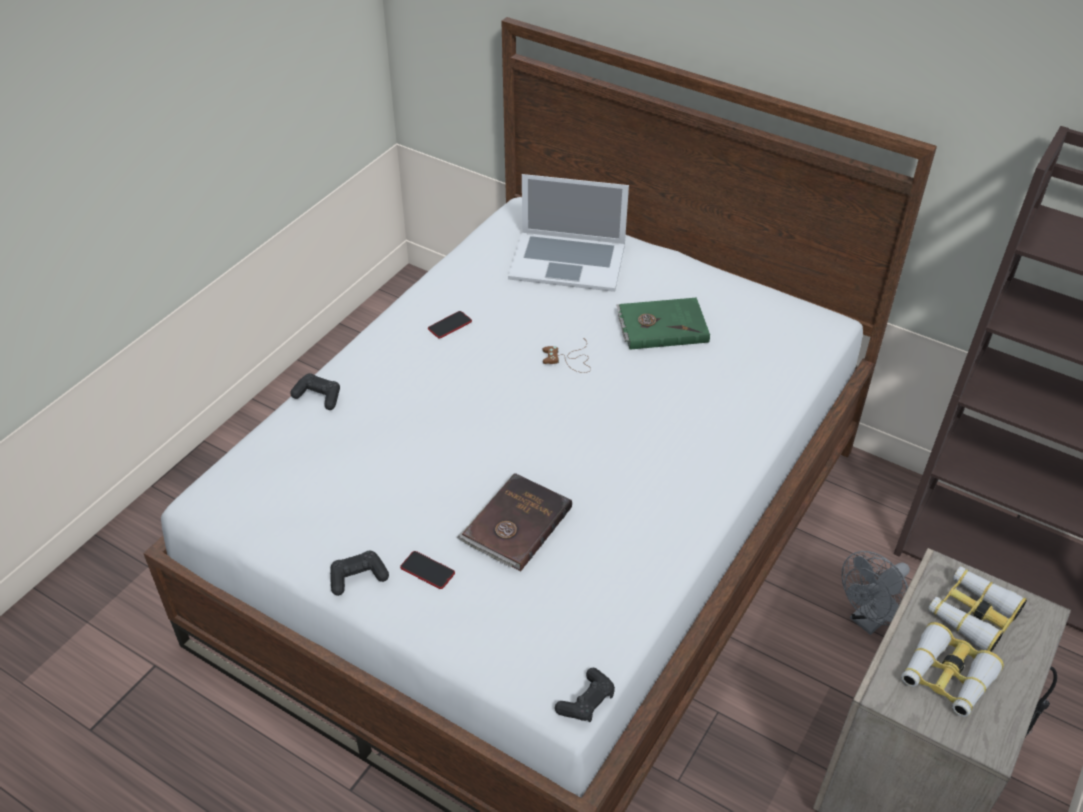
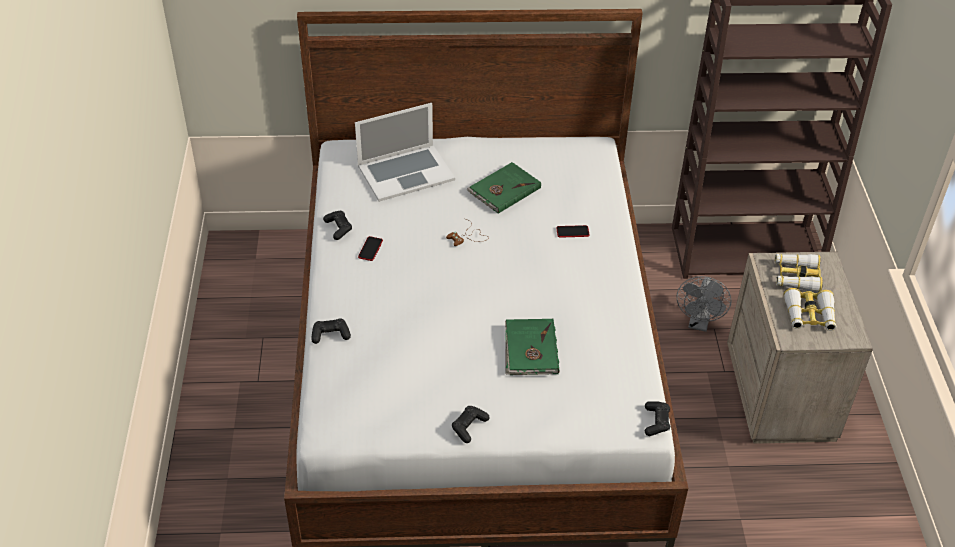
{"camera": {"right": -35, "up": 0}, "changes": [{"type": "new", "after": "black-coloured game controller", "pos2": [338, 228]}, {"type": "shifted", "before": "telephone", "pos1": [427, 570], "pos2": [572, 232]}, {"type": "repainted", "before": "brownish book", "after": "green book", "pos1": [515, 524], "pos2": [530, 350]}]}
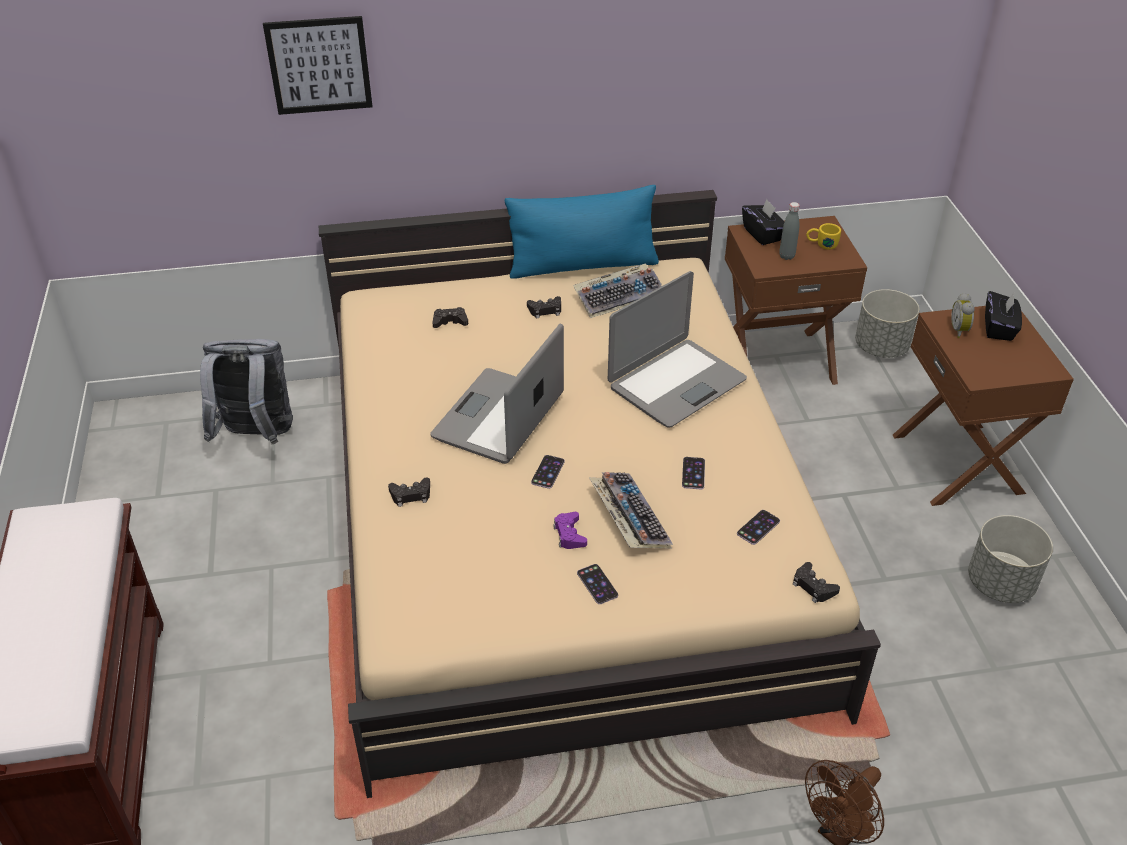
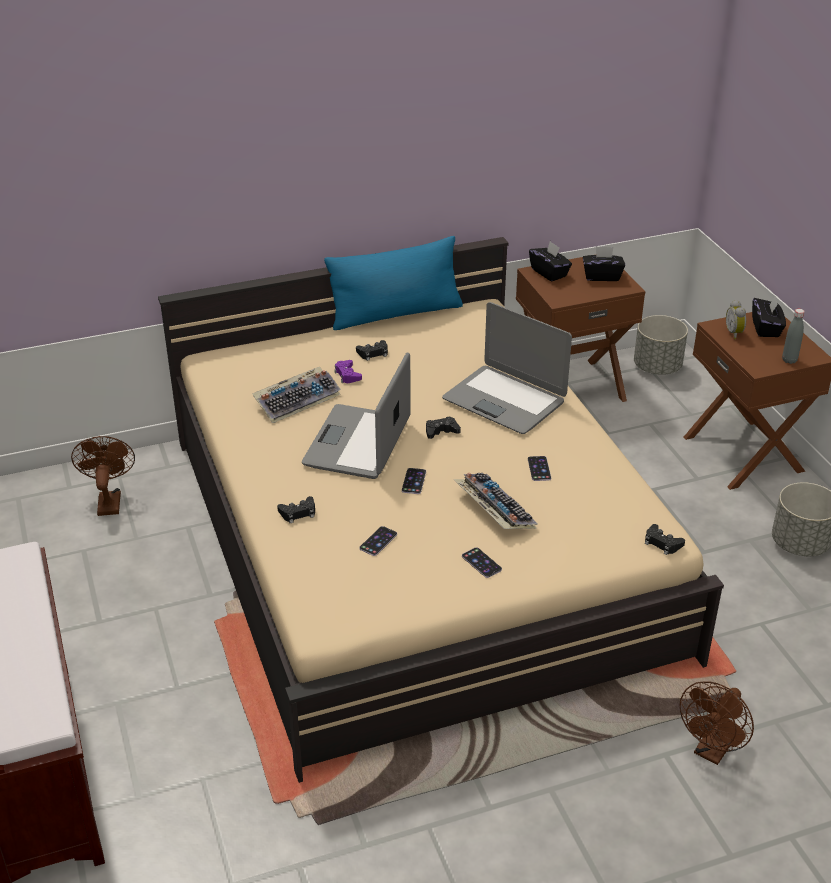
{"camera": {"right": -10, "up": -5}, "changes": [{"type": "gone", "before": "wall picture", "pos1": [319, 65]}, {"type": "shifted", "before": "black-coloured game controller", "pos1": [450, 322], "pos2": [441, 431]}, {"type": "shifted", "before": "purple-coloured game controller", "pos1": [569, 534], "pos2": [347, 375]}, {"type": "shifted", "before": "PC keyboard", "pos1": [619, 296], "pos2": [297, 400]}, {"type": "shifted", "before": "telephone", "pos1": [758, 527], "pos2": [378, 541]}, {"type": "shifted", "before": "gray beverage bottle", "pos1": [786, 256], "pos2": [789, 360]}, {"type": "swapped", "before": "gray backpack", "after": "brownish electric fan", "pos1": [256, 436], "pos2": [109, 500]}, {"type": "swapped", "before": "yellow mug", "after": "black-coloured box of tissues", "pos1": [821, 244], "pos2": [602, 276]}, {"type": "rotated", "before": "notebook computer", "pos1": [676, 383], "pos2": [504, 400], "turn": 90}]}
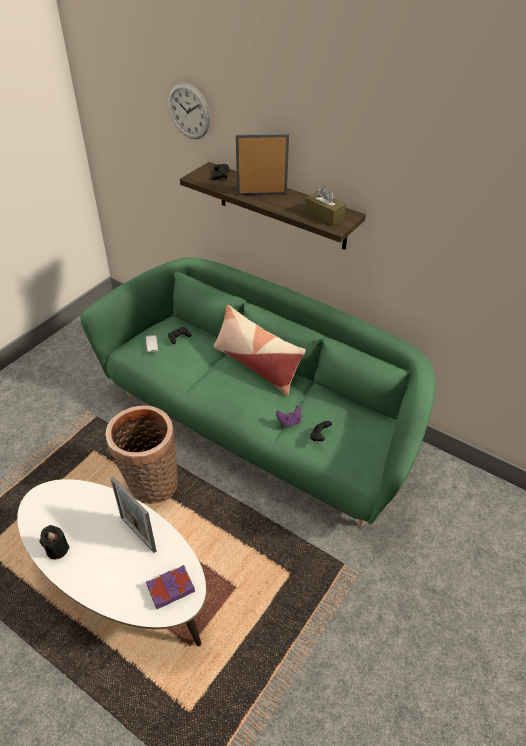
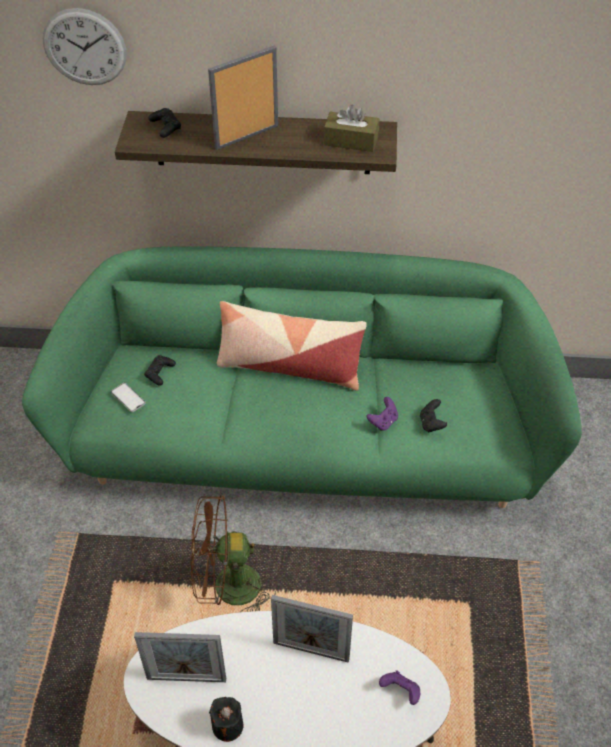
{"camera": {"right": -30, "up": 5}, "changes": [{"type": "new", "after": "standing frame", "pos2": [186, 679]}, {"type": "swapped", "before": "storage basket", "after": "brownish electric fan", "pos1": [150, 486], "pos2": [226, 588]}, {"type": "swapped", "before": "purple-coloured book", "after": "purple-coloured game controller", "pos1": [170, 588], "pos2": [400, 692]}]}
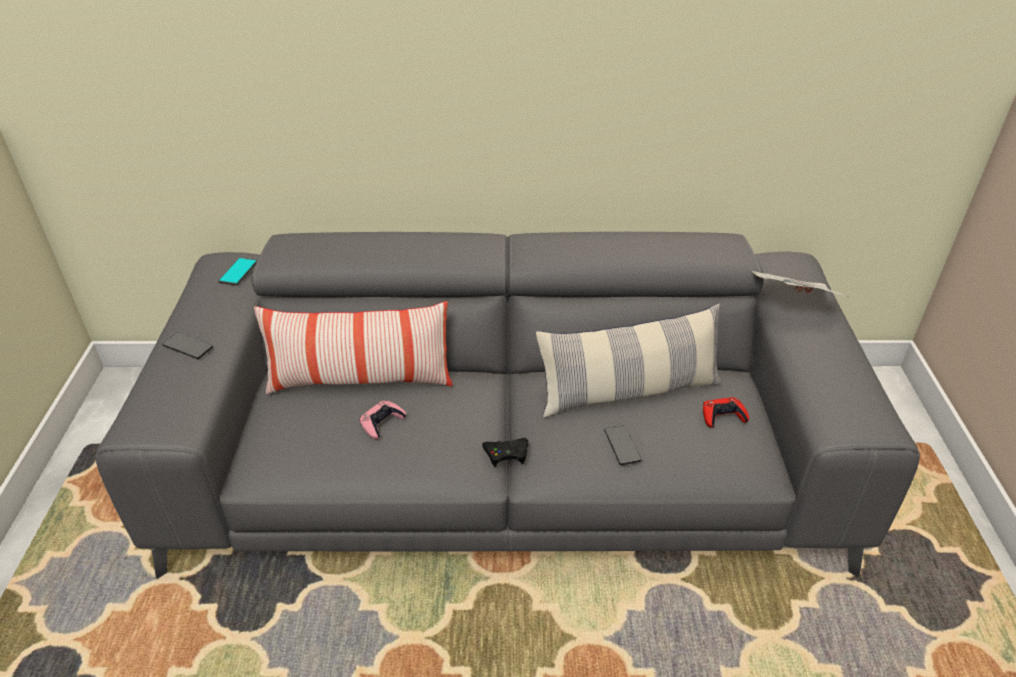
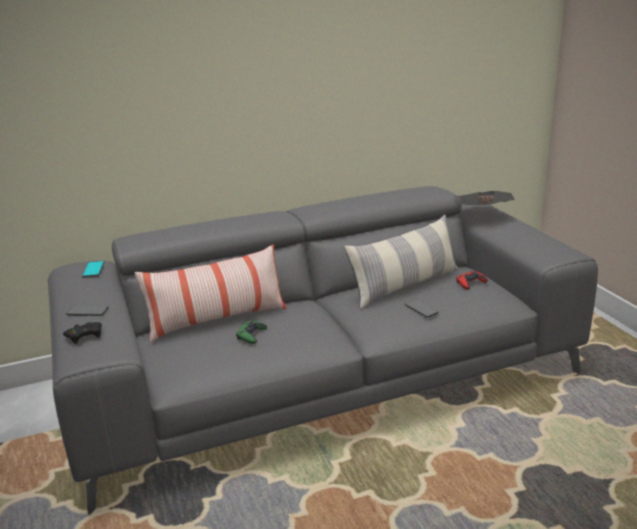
{"camera": {"right": -20, "up": -15}, "changes": [{"type": "shifted", "before": "black-coloured game controller", "pos1": [506, 454], "pos2": [85, 336]}, {"type": "repainted", "before": "pink-coloured game controller", "after": "green game controller", "pos1": [382, 422], "pos2": [251, 335]}]}
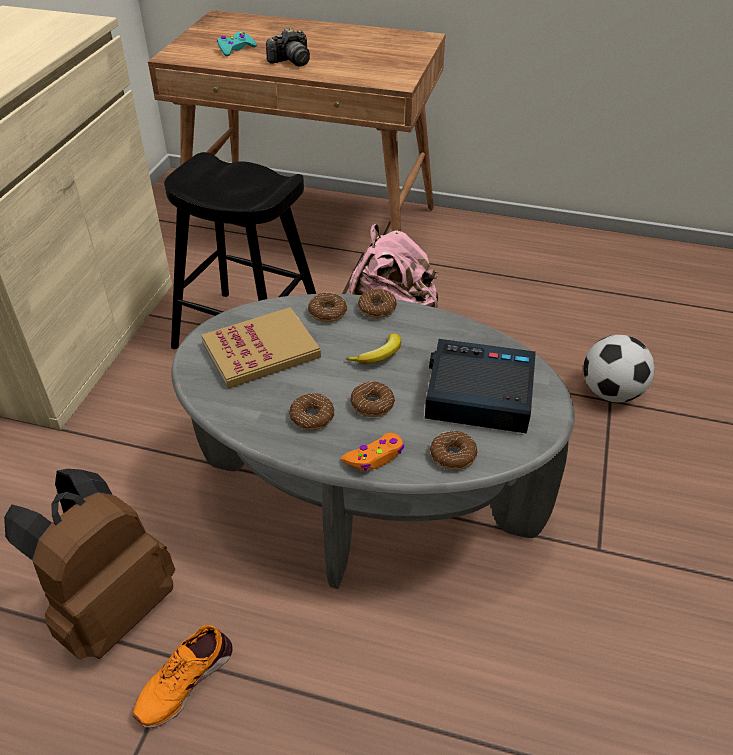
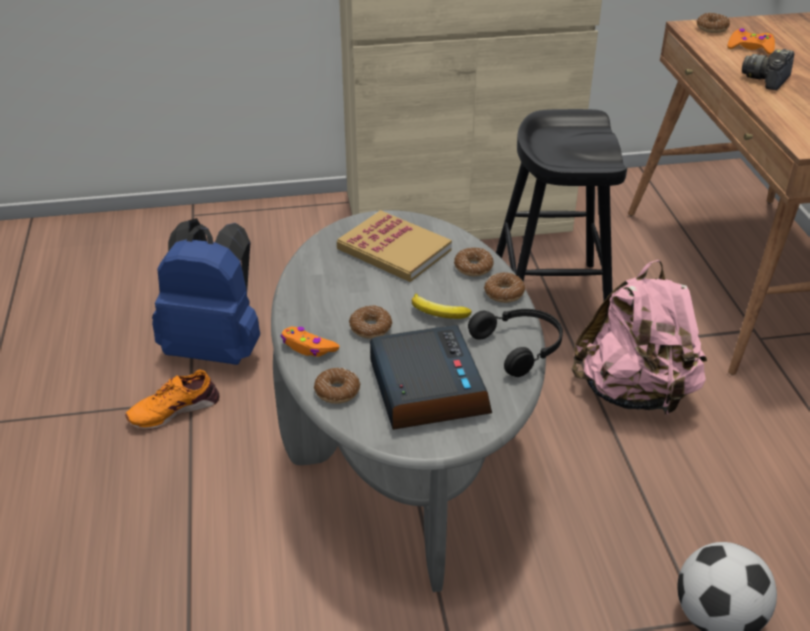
{"camera": {"right": 65, "up": -5}, "changes": [{"type": "new", "after": "black-coloured headset", "pos2": [521, 346]}, {"type": "shifted", "before": "ring doughnut", "pos1": [312, 417], "pos2": [712, 28]}, {"type": "repainted", "before": "brownish backpack", "after": "blue backpack", "pos1": [111, 607], "pos2": [216, 348]}, {"type": "repainted", "before": "turquoise-coloured game controller", "after": "orange game controller", "pos1": [236, 49], "pos2": [750, 48]}, {"type": "rotated", "before": "orange low shoe", "pos1": [184, 680], "pos2": [174, 410], "turn": -45}, {"type": "rotated", "before": "still camera", "pos1": [291, 61], "pos2": [767, 79], "turn": 90}]}
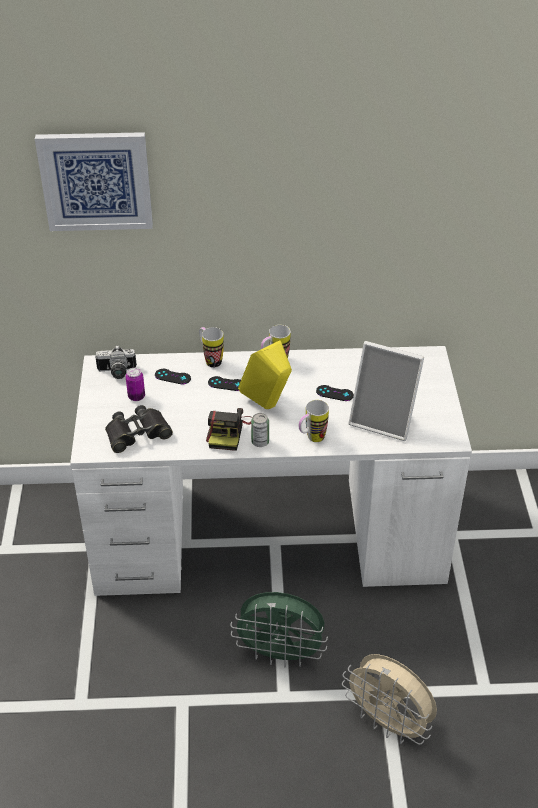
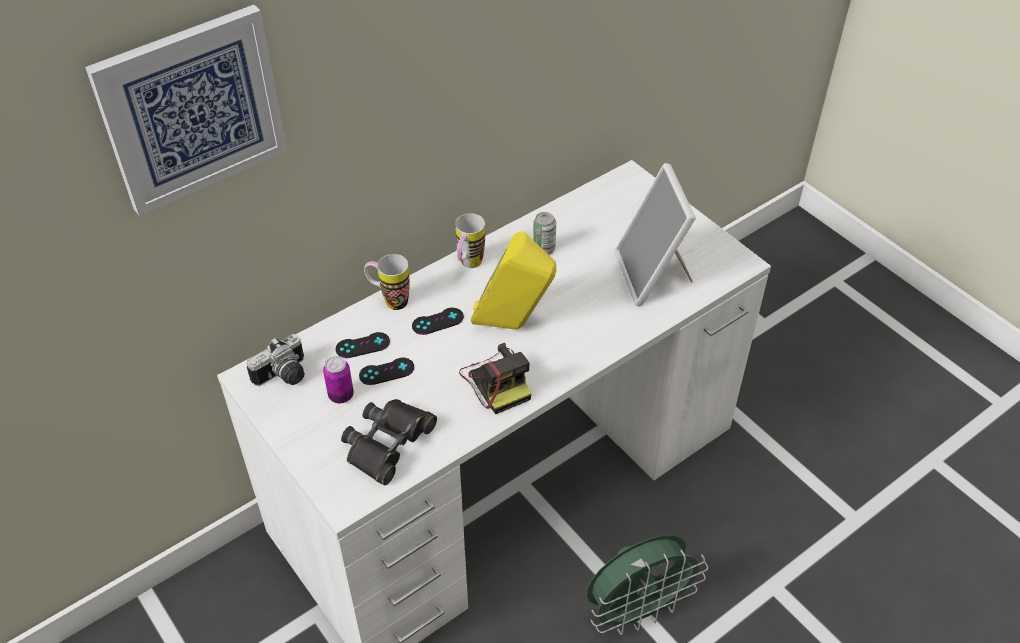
{"camera": {"right": -35, "up": 5}, "changes": [{"type": "gone", "before": "mug", "pos1": [311, 439]}, {"type": "gone", "before": "beige-coloured electric fan", "pos1": [389, 723]}, {"type": "shifted", "before": "can", "pos1": [260, 442], "pos2": [544, 249]}, {"type": "shifted", "before": "black-coloured game controller", "pos1": [334, 393], "pos2": [386, 371]}, {"type": "rotated", "before": "standing frame", "pos1": [384, 420], "pos2": [653, 276], "turn": 90}]}
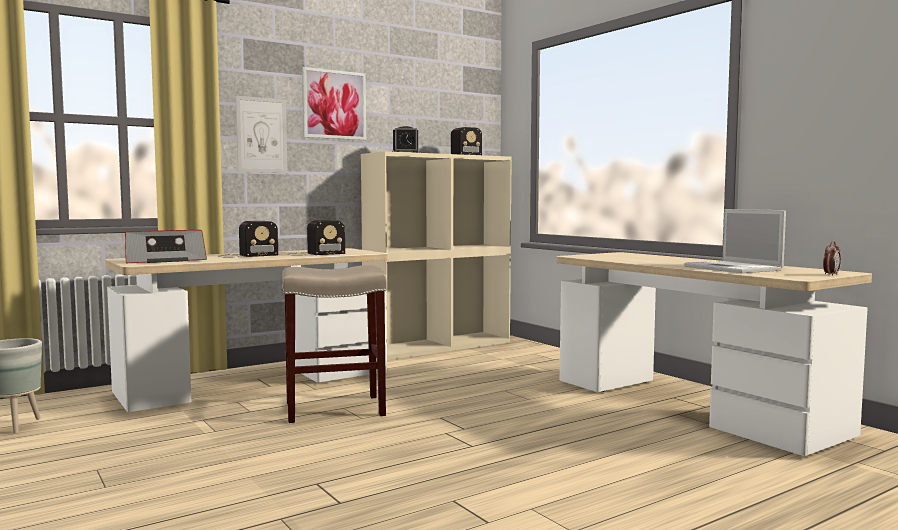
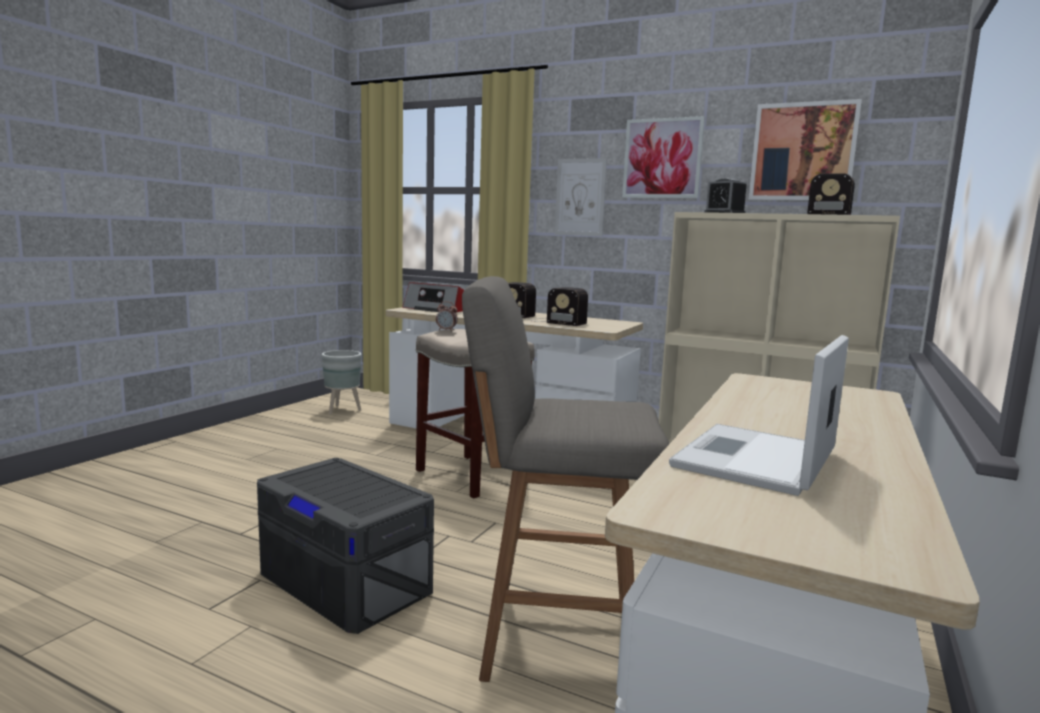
{"camera": {"right": 60, "up": 5}, "changes": [{"type": "new", "after": "gray storage box", "pos2": [345, 581]}, {"type": "new", "after": "gray stool seat", "pos2": [553, 636]}, {"type": "new", "after": "wall picture", "pos2": [803, 152]}, {"type": "shifted", "before": "alarm clock", "pos1": [831, 274], "pos2": [446, 330]}]}
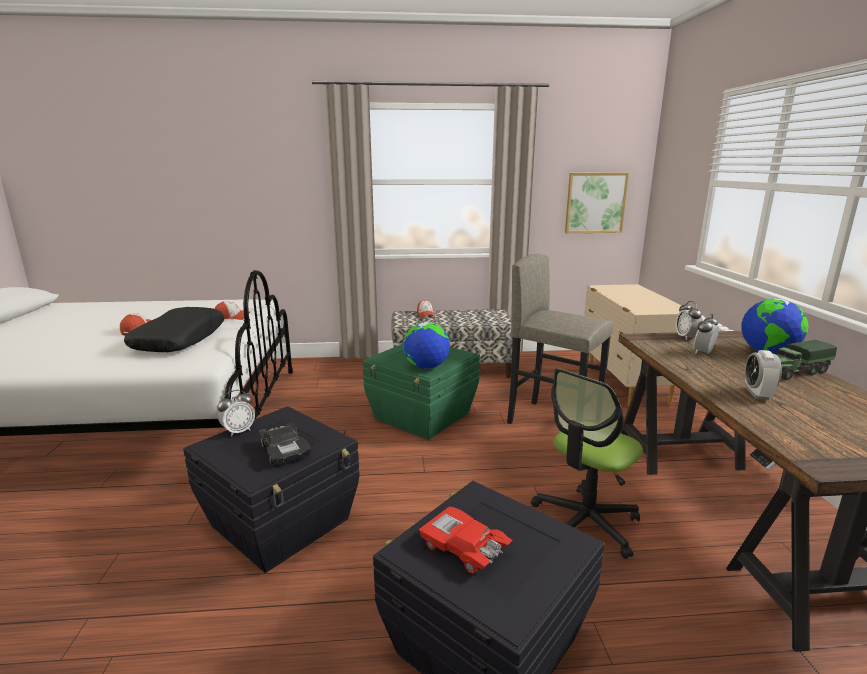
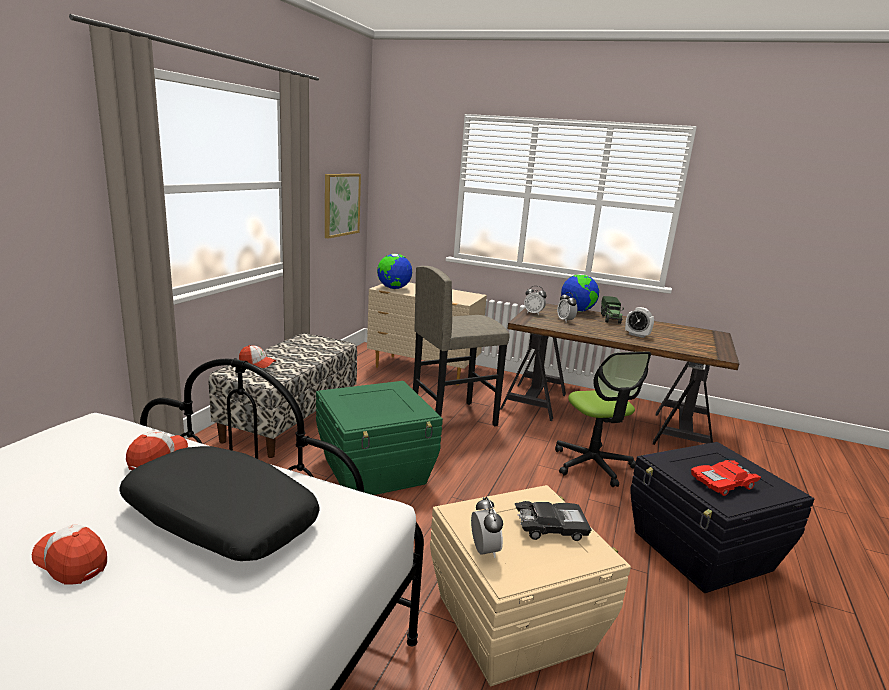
{"camera": {"right": -65, "up": 0}, "changes": [{"type": "shifted", "before": "globe", "pos1": [426, 367], "pos2": [393, 288]}, {"type": "repainted", "before": "black-coloured storage box", "after": "beige-coloured storage box", "pos1": [282, 522], "pos2": [514, 621]}]}
